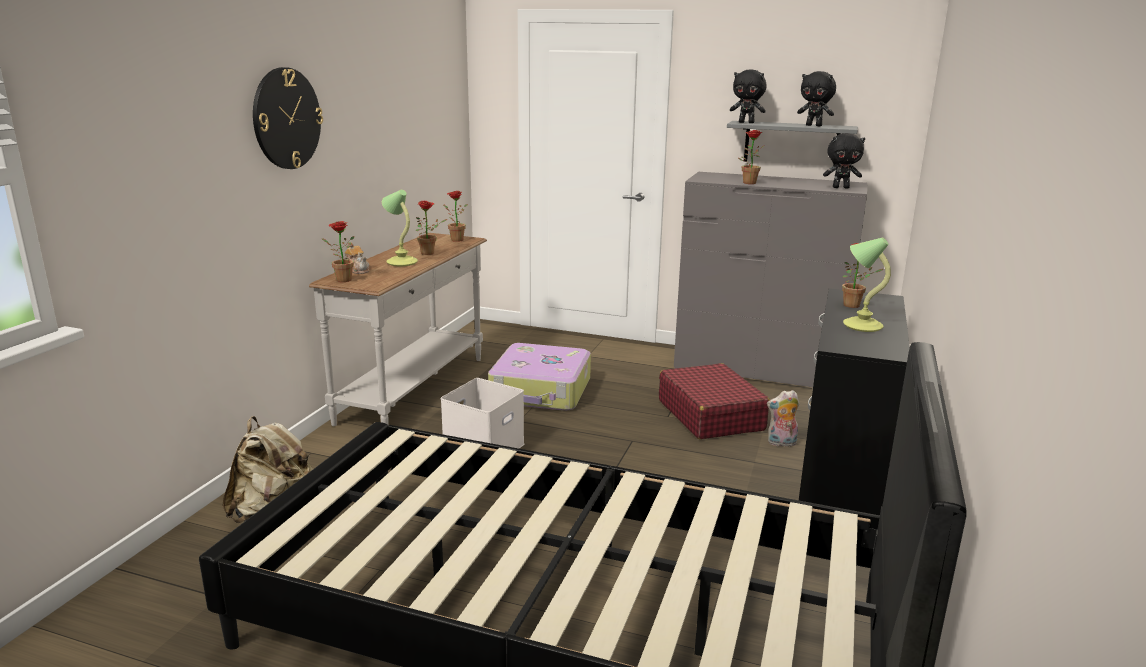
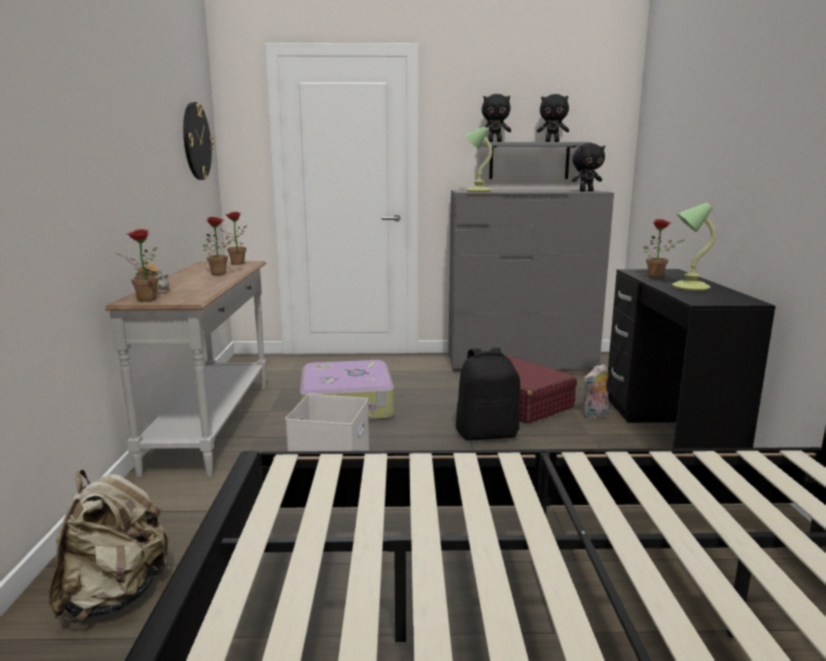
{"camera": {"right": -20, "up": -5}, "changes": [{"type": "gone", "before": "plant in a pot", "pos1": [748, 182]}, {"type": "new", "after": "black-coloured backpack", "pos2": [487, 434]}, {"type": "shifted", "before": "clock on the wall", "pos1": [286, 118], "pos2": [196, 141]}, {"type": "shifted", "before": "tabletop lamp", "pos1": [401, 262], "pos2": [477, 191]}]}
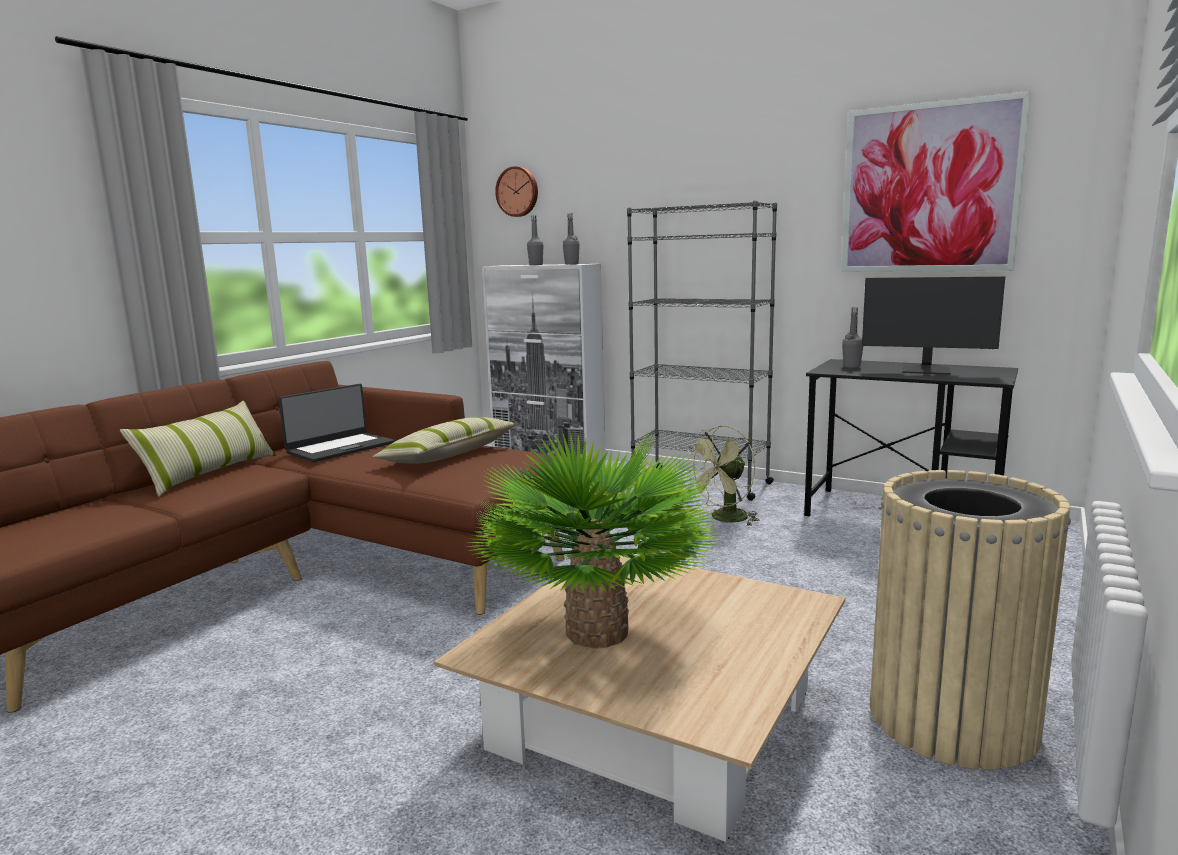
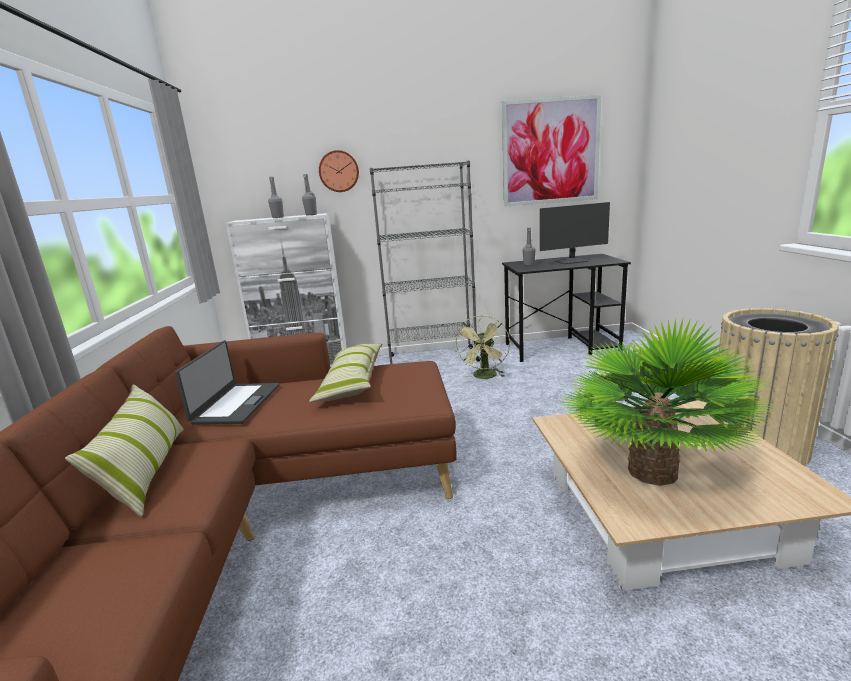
{"camera": {"right": -35, "up": 5}, "changes": [{"type": "shifted", "before": "clock on the wall", "pos1": [518, 192], "pos2": [339, 171]}]}
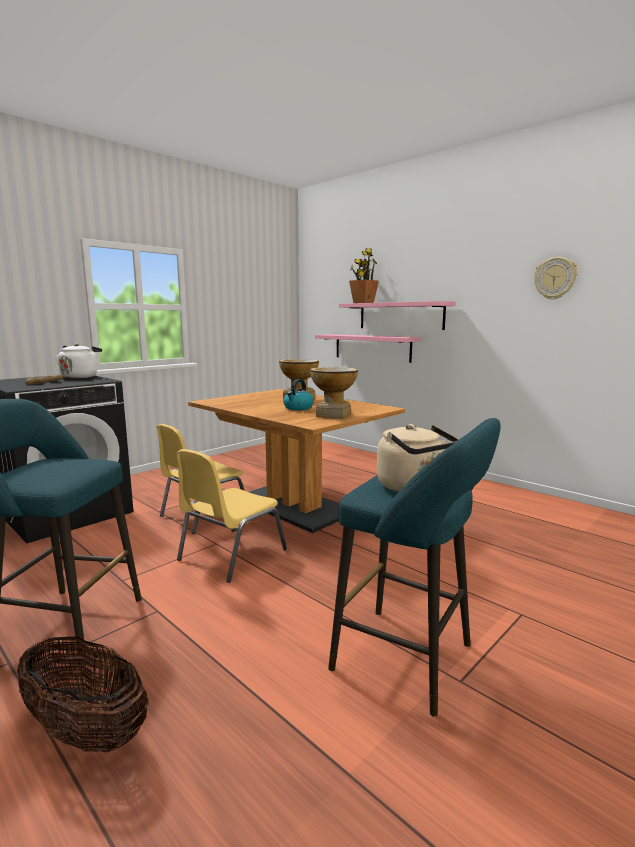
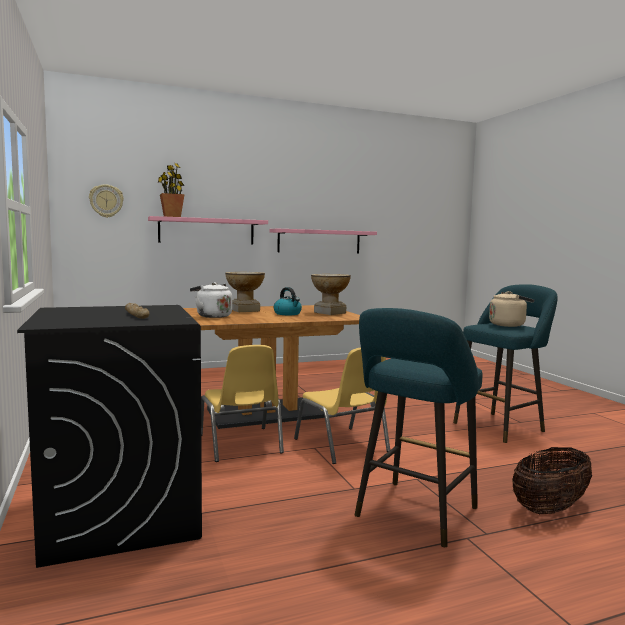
{"camera": {"right": -65, "up": -5}, "changes": [{"type": "shifted", "before": "whitish water kettle", "pos1": [80, 377], "pos2": [212, 316]}, {"type": "shifted", "before": "pink-coloured wall shelf", "pos1": [372, 347], "pos2": [319, 241]}, {"type": "shifted", "before": "clock on the wall", "pos1": [555, 278], "pos2": [106, 201]}]}
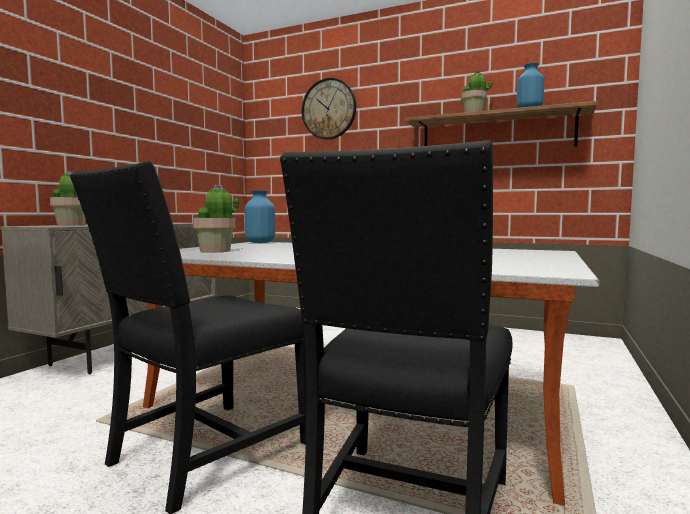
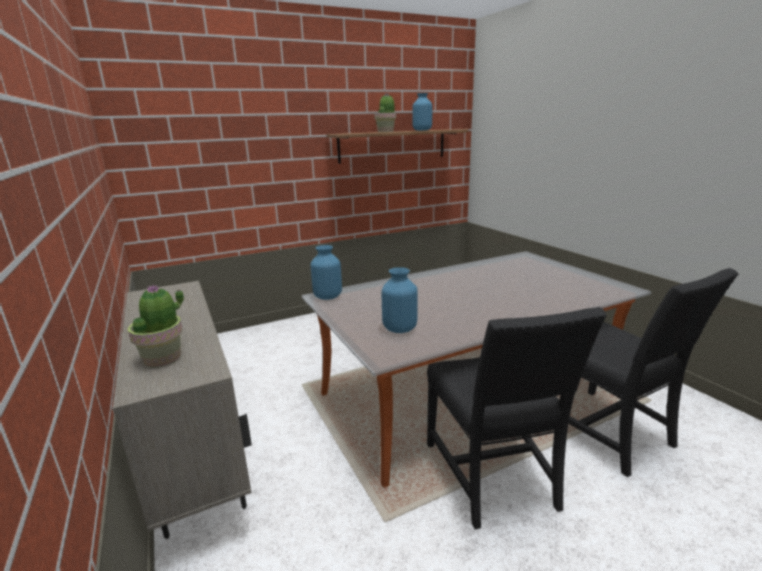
{"camera": {"right": -50, "up": 15}, "changes": [{"type": "gone", "before": "clock on the wall", "pos1": [329, 109]}, {"type": "swapped", "before": "plant in a pot", "after": "blue flower vase", "pos1": [216, 251], "pos2": [400, 329]}]}
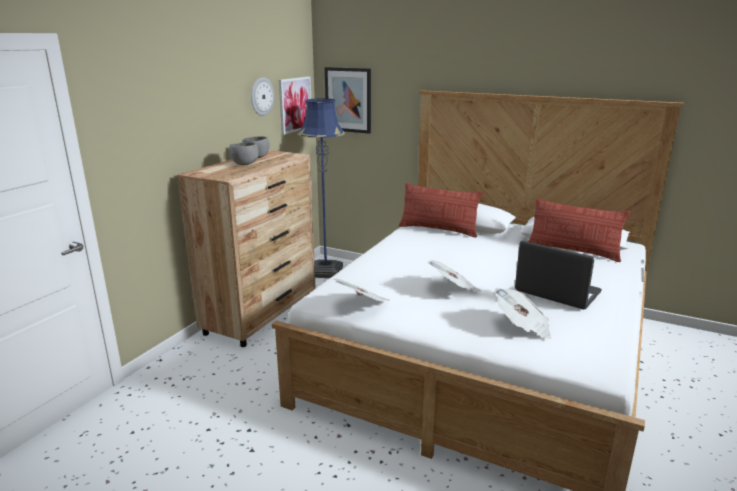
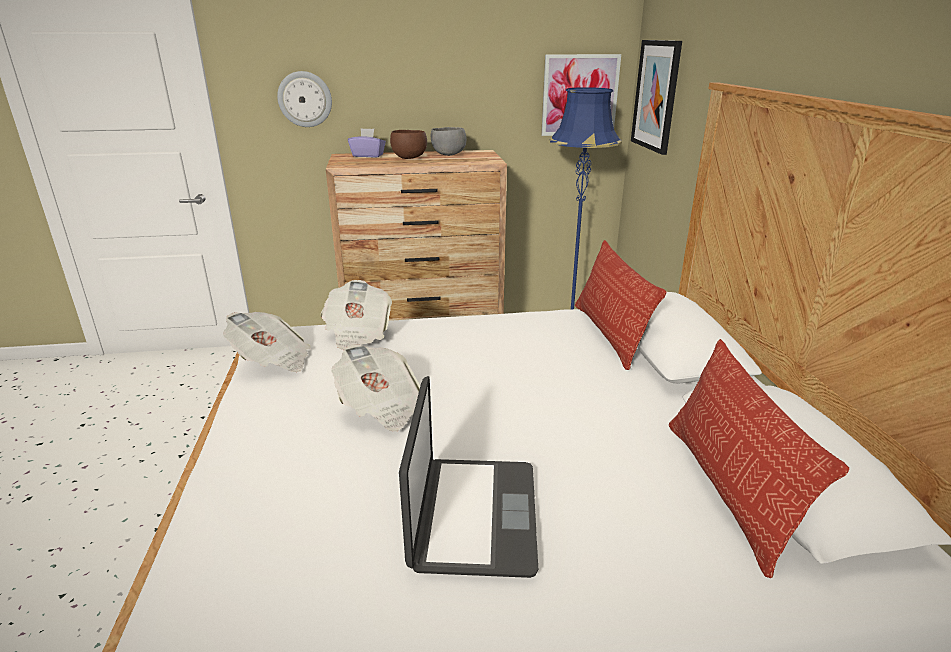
{"camera": {"right": 55, "up": 5}, "changes": [{"type": "new", "after": "purple-coloured box of tissues", "pos2": [368, 155]}, {"type": "shifted", "before": "clock on the wall", "pos1": [261, 96], "pos2": [305, 99]}, {"type": "shifted", "before": "daily paper", "pos1": [522, 327], "pos2": [357, 332]}, {"type": "repainted", "before": "gray serving bowl", "after": "brownish serving bowl", "pos1": [244, 164], "pos2": [408, 158]}]}
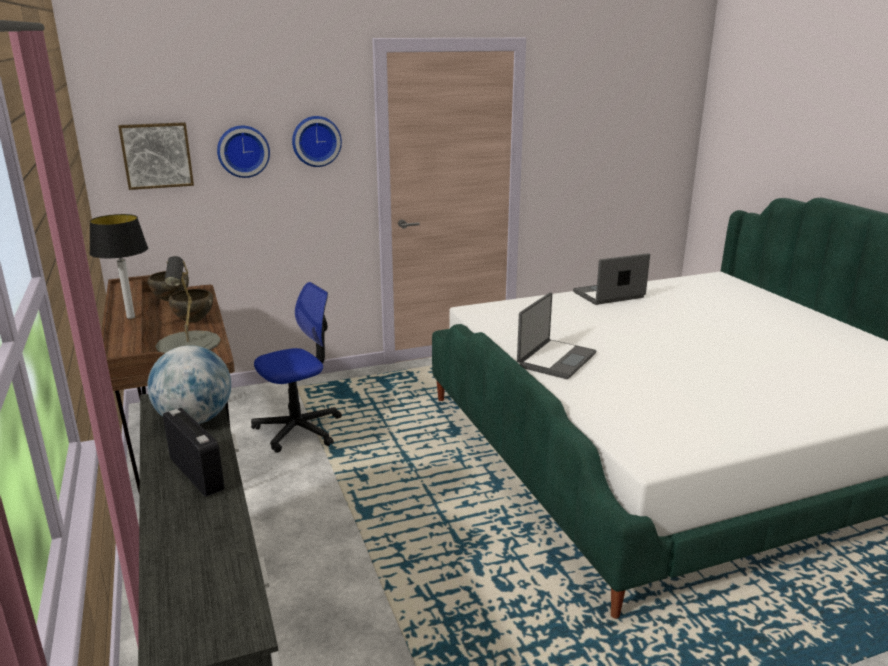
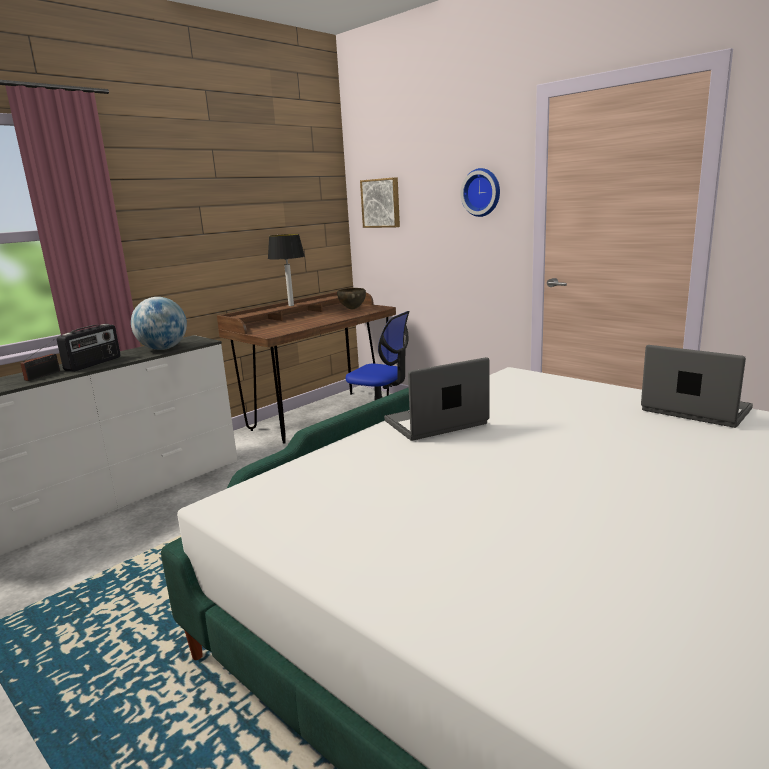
{"camera": {"right": 65, "up": -5}, "changes": [{"type": "gone", "before": "gray tabletop lamp", "pos1": [188, 344]}, {"type": "gone", "before": "brownish serving bowl", "pos1": [193, 321]}, {"type": "gone", "before": "clock on the wall", "pos1": [243, 151]}, {"type": "new", "after": "radio set", "pos2": [45, 375]}, {"type": "rotated", "before": "notebook computer", "pos1": [555, 360], "pos2": [436, 423], "turn": 150}]}
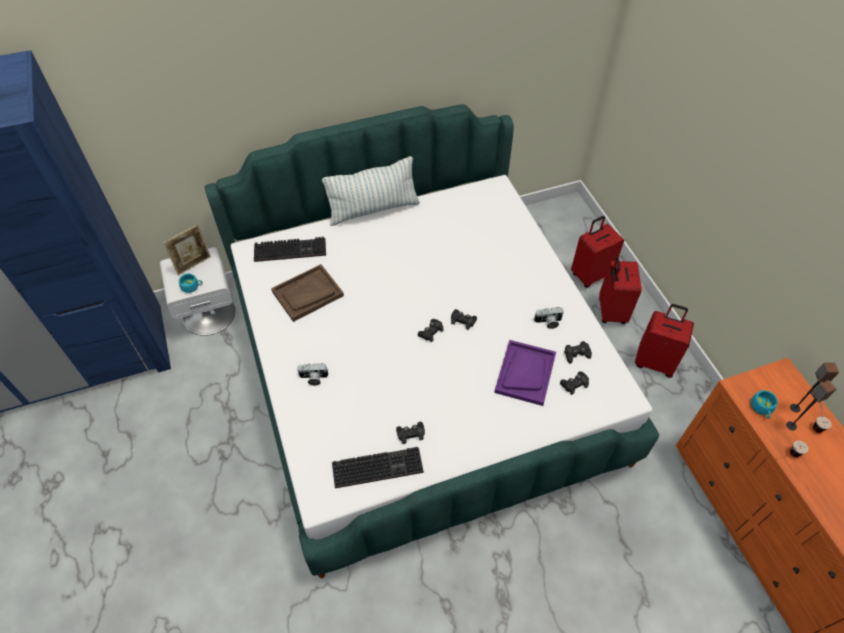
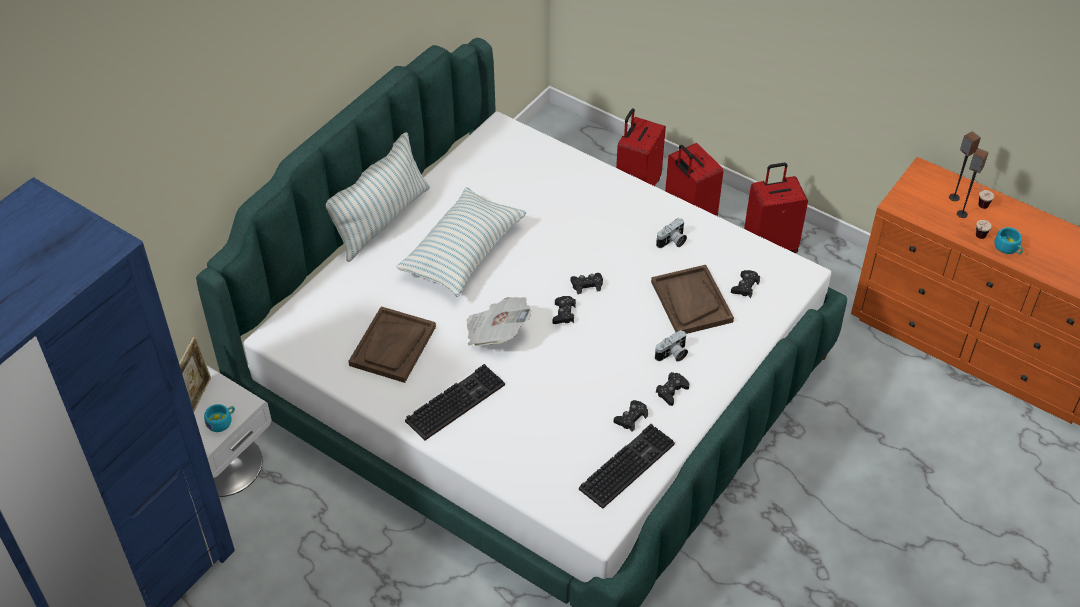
{"camera": {"right": -35, "up": -5}, "changes": [{"type": "new", "after": "cushion", "pos2": [463, 253]}, {"type": "new", "after": "daily paper", "pos2": [496, 333]}, {"type": "shifted", "before": "PC keyboard", "pos1": [291, 249], "pos2": [455, 401]}, {"type": "shifted", "before": "still camera", "pos1": [313, 378], "pos2": [672, 355]}, {"type": "shifted", "before": "black-coloured game controller", "pos1": [576, 354], "pos2": [671, 391]}, {"type": "shifted", "before": "turquoise-coloured small cup", "pos1": [762, 408], "pos2": [1008, 248]}, {"type": "repainted", "before": "purple-coloured carrying tray", "after": "brownish carrying tray", "pos1": [525, 373], "pos2": [691, 302]}]}
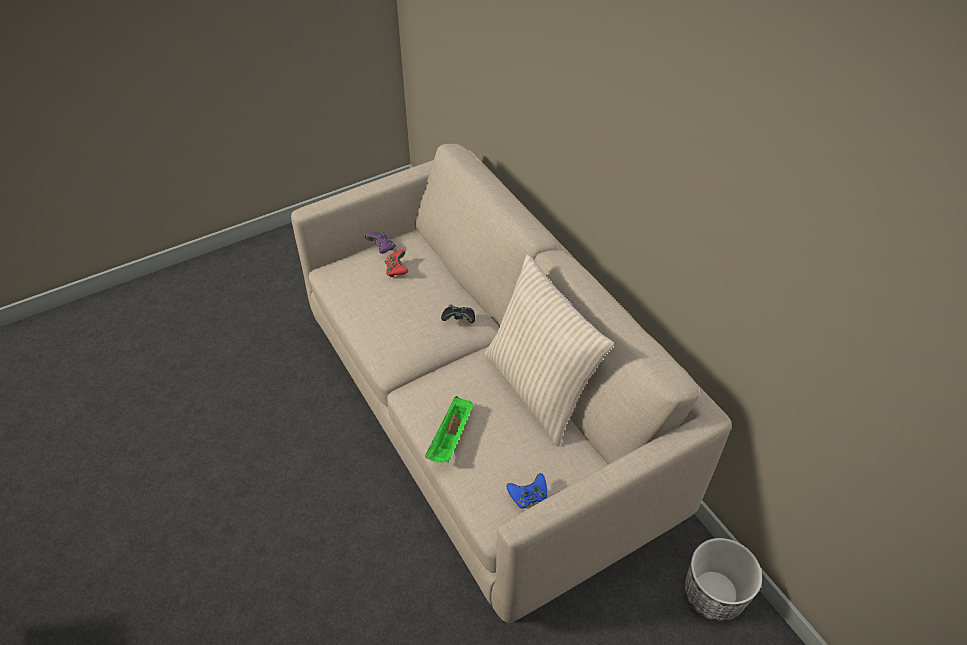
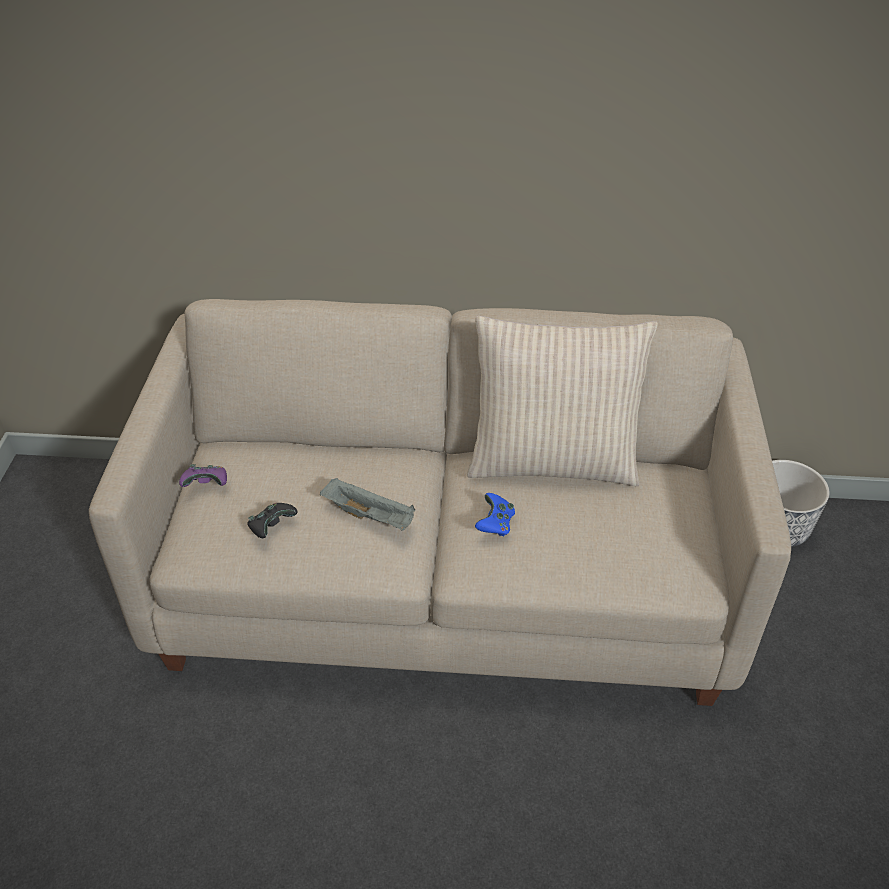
{"camera": {"right": -55, "up": -5}, "changes": [{"type": "gone", "before": "red-coloured game controller", "pos1": [396, 270]}, {"type": "gone", "before": "green carrying tray", "pos1": [450, 438]}, {"type": "new", "after": "gray carrying tray", "pos2": [370, 516]}, {"type": "shifted", "before": "black-coloured game controller", "pos1": [459, 320], "pos2": [271, 527]}, {"type": "shifted", "before": "blue game controller", "pos1": [528, 496], "pos2": [495, 524]}]}
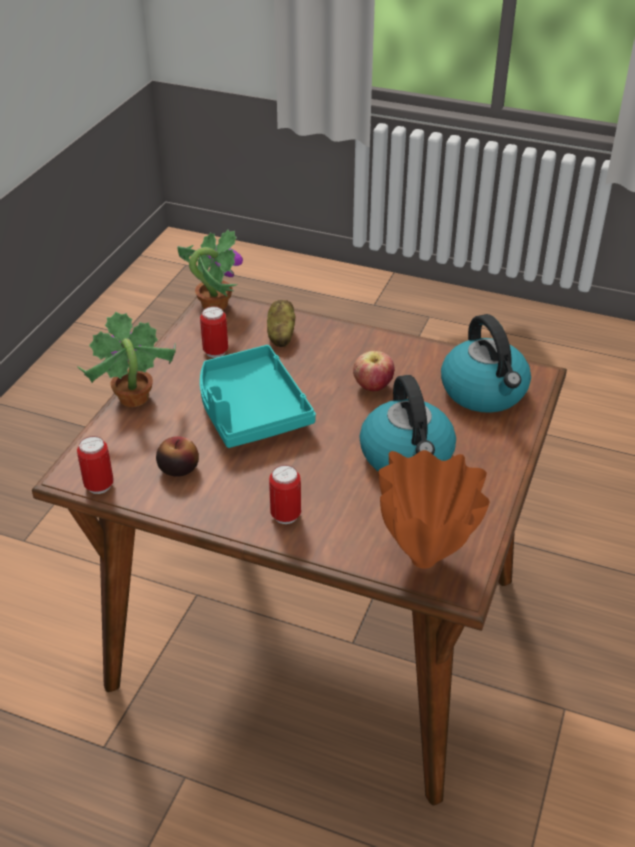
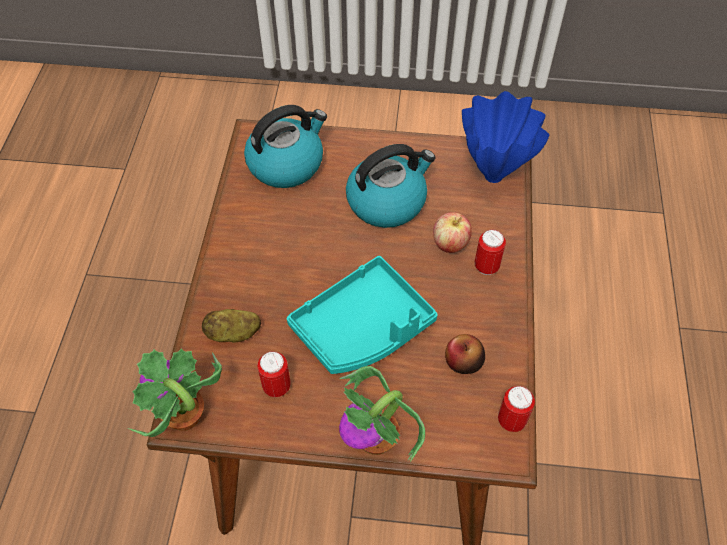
{"camera": {"right": -105, "up": 15}, "changes": [{"type": "shifted", "before": "apple", "pos1": [373, 386], "pos2": [450, 244]}, {"type": "repainted", "before": "orange flower vase", "after": "blue flower vase", "pos1": [425, 560], "pos2": [494, 175]}]}
